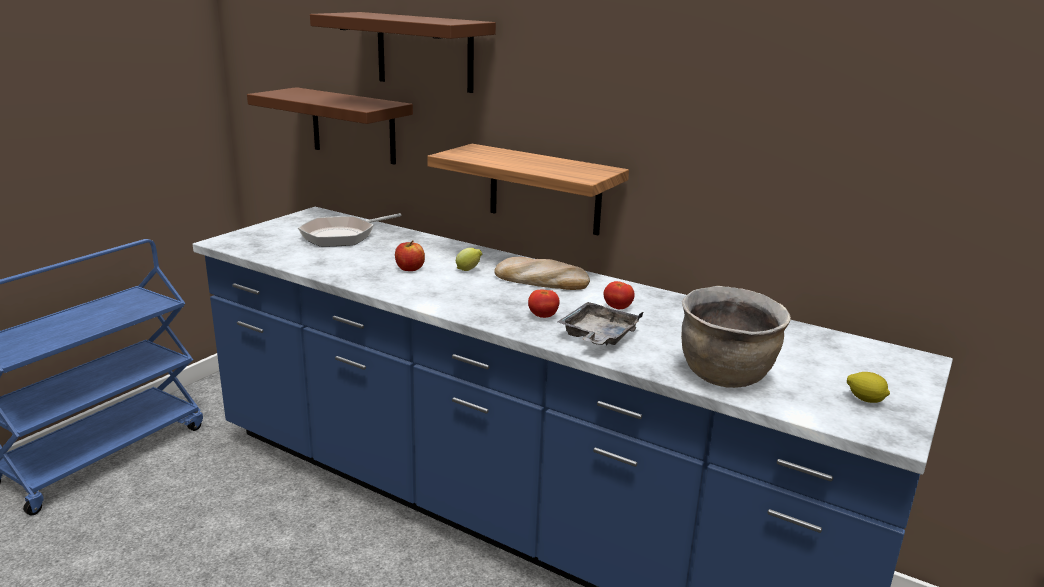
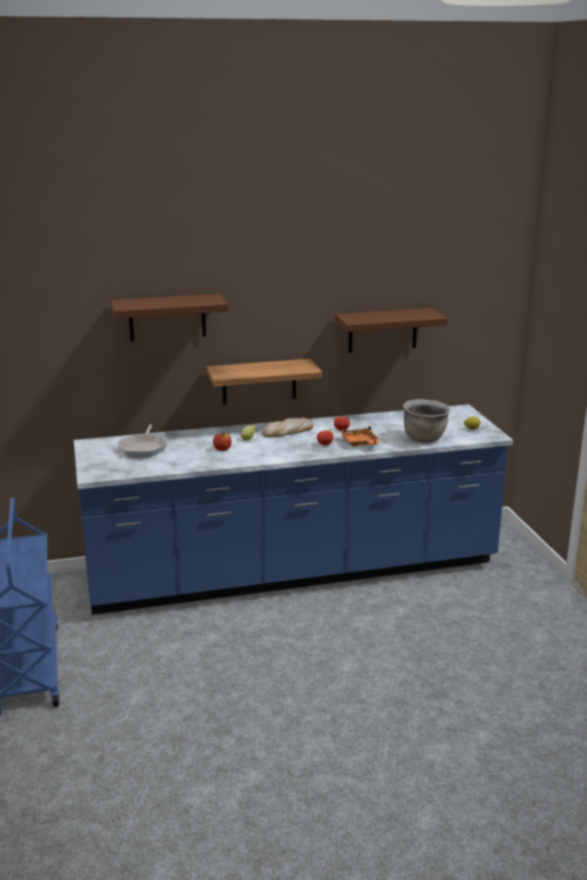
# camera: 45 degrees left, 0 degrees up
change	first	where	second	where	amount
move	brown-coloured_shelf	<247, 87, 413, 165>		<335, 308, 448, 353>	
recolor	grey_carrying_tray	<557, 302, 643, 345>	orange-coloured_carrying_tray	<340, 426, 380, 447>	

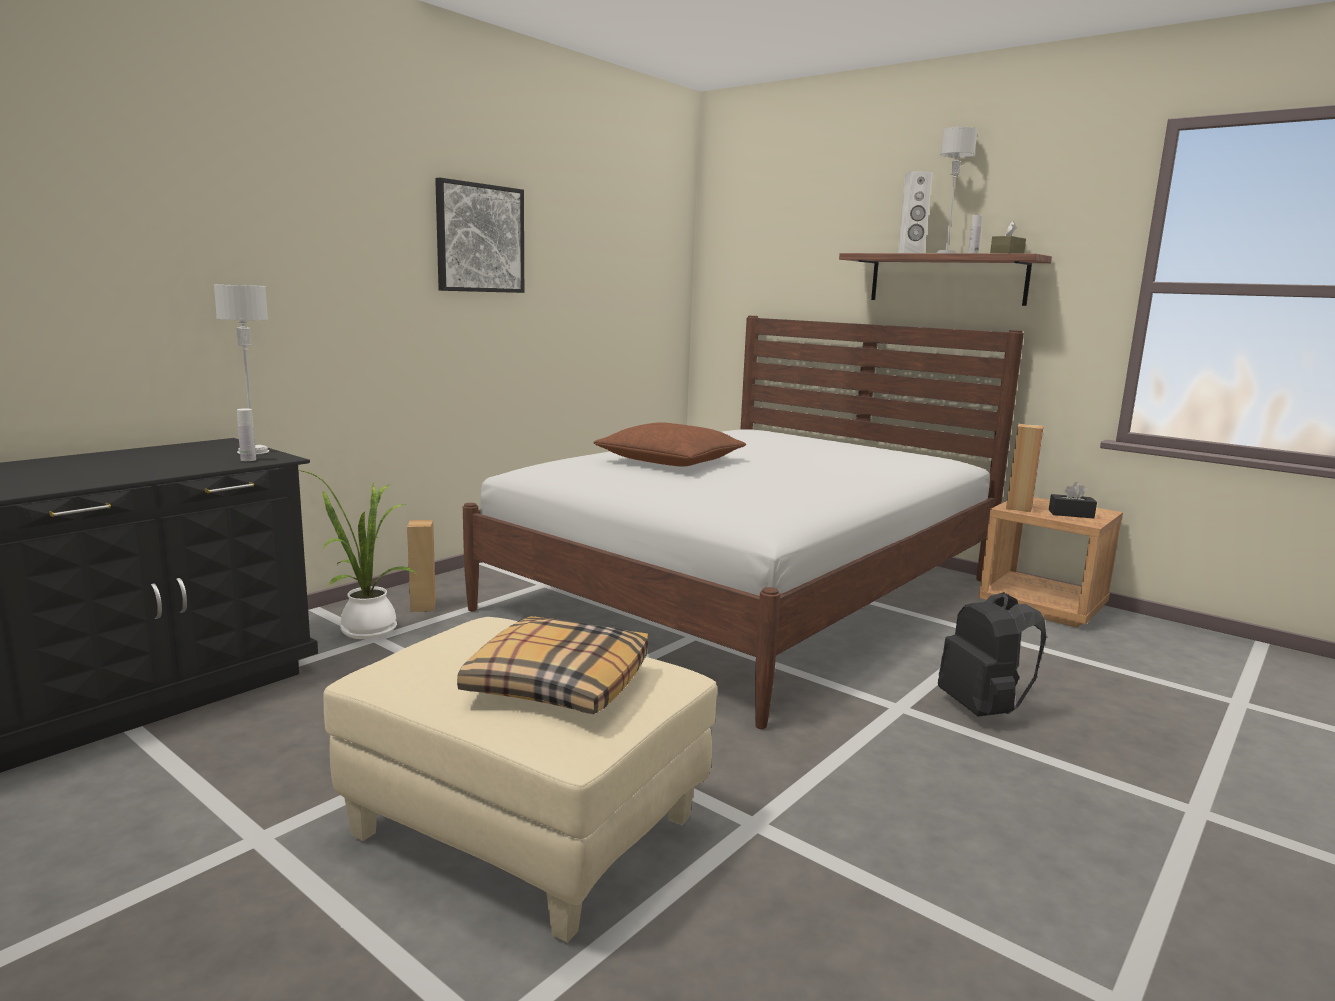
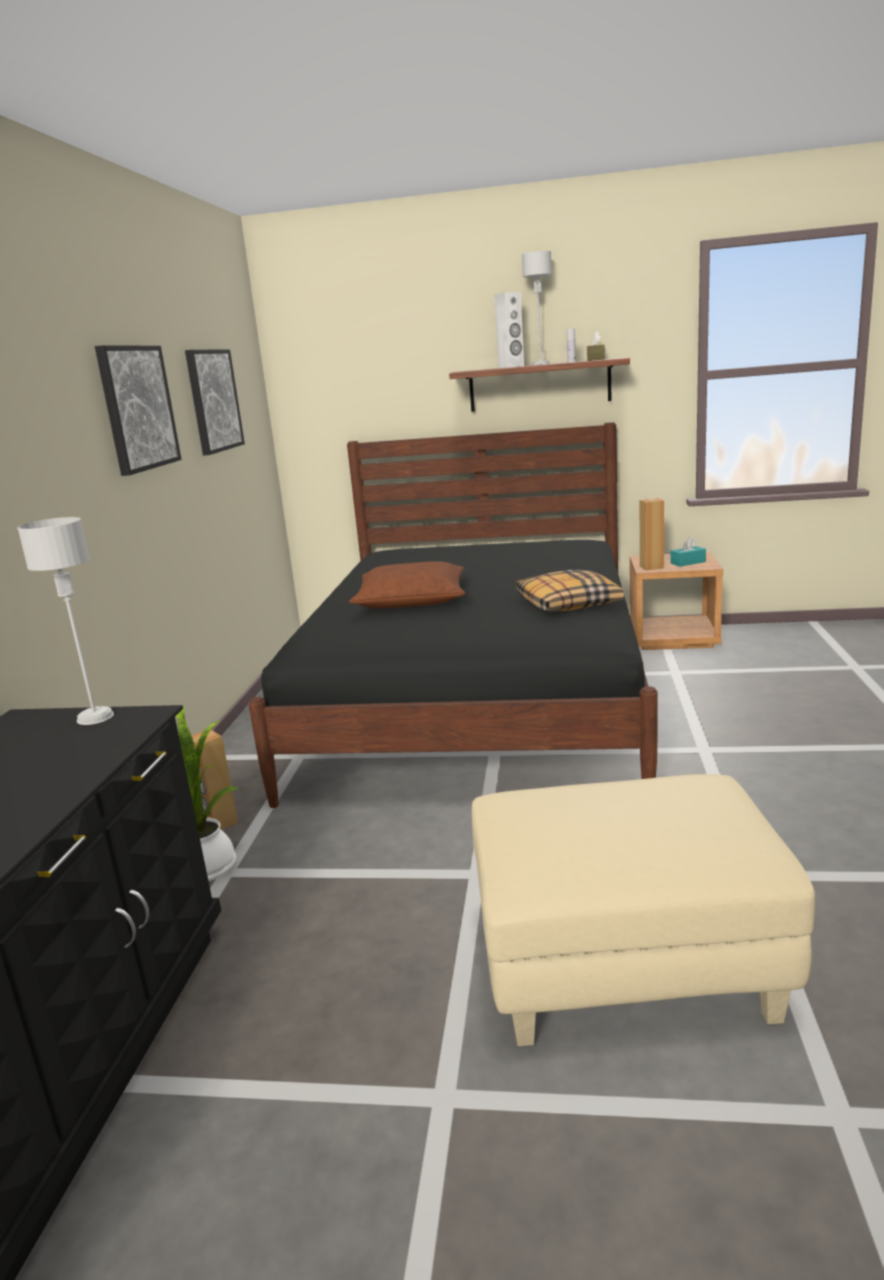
# camera: 30 degrees left, 5 degrees up
change	first	where	second	where	amount
delete	white-coloured_drink_bottle	<237, 409, 256, 461>			
move	pillow	<457, 616, 648, 714>		<516, 570, 624, 611>	
recolor	white-coloured_bed	<463, 316, 1024, 729>	black_bed	<248, 422, 658, 808>	
delete	black_backpack	<938, 592, 1046, 717>			
recolor	black_tissue_holder	<1049, 482, 1097, 518>	turquoise-coloured_tissue_holder	<670, 537, 706, 567>	
insert			wall_picture	<185, 350, 245, 455>	

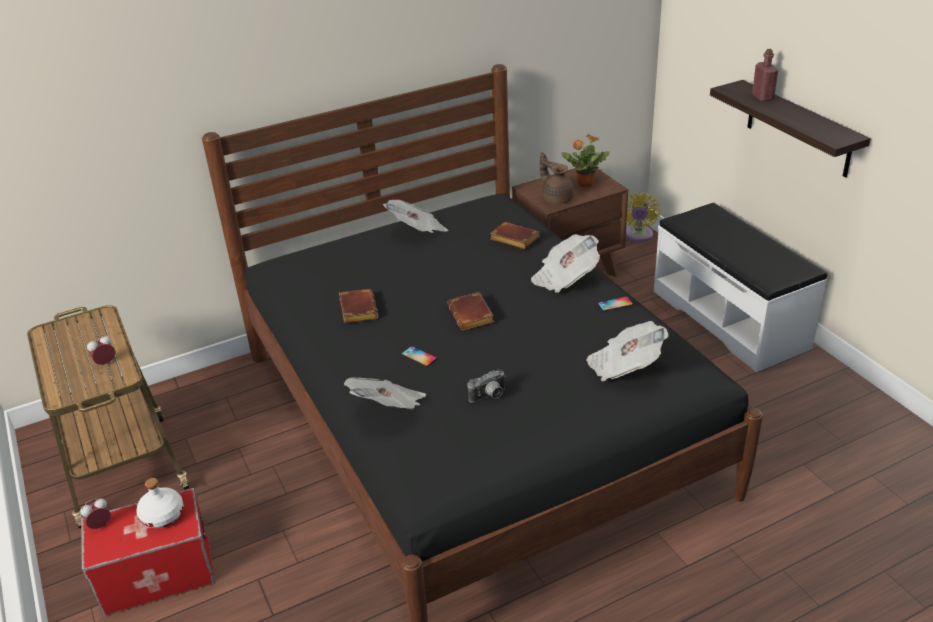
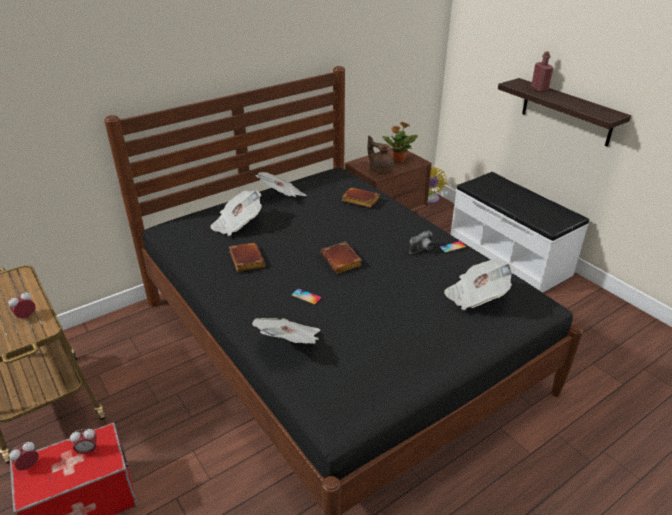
# camera: 10 degrees left, 0 degrees up
change	first	where	second	where	amount
replace	white-coloured_drink_bottle	<136, 478, 183, 528>	table_clock	<70, 429, 97, 456>	
move	photo_camera	<467, 369, 506, 403>		<409, 230, 434, 254>	
move	daily_paper	<531, 234, 600, 293>		<211, 191, 262, 236>	

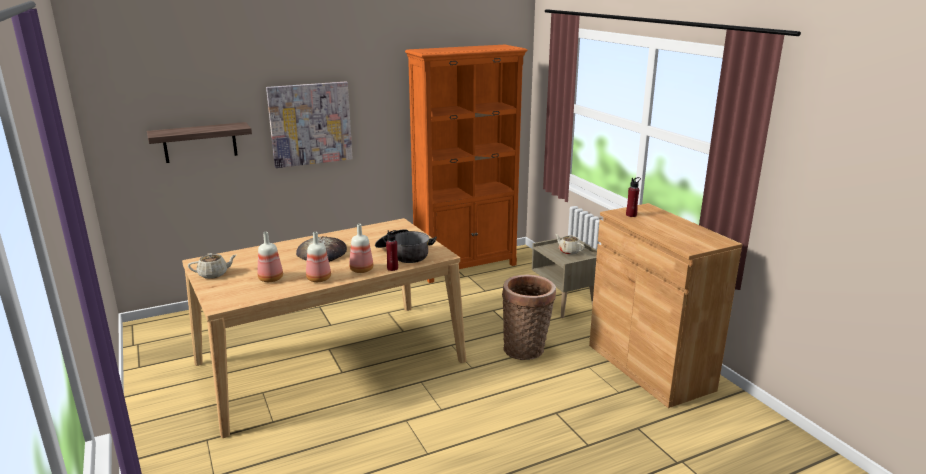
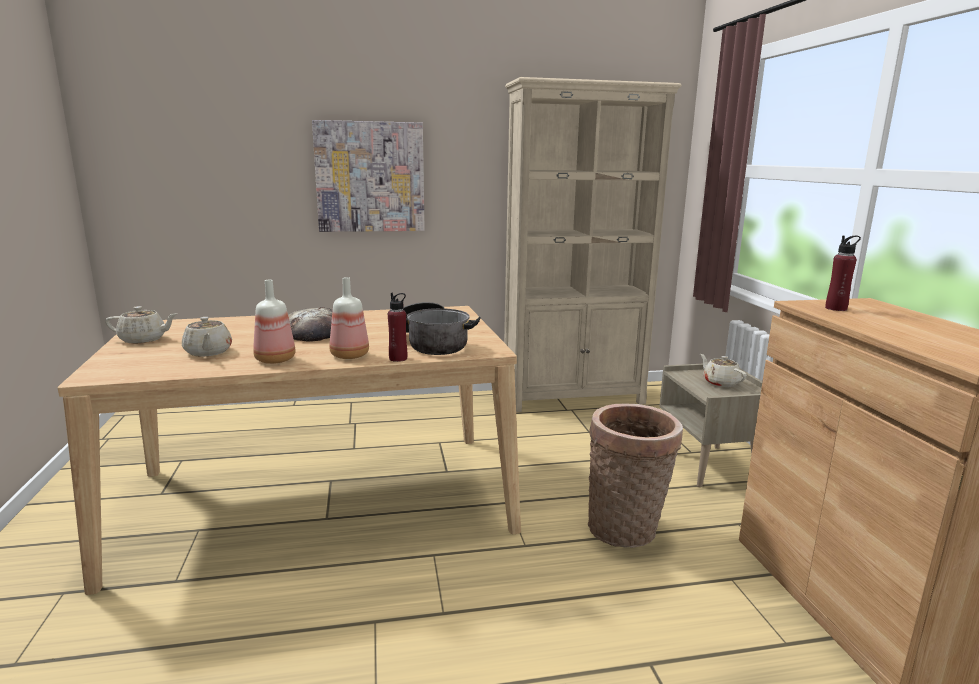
# camera: 15 degrees right, 5 degrees down
change	first	where	second	where	amount
delete	shelf	<147, 122, 252, 163>			
replace	drink_bottle	<257, 232, 283, 282>	sand-coloured_teapot	<182, 317, 232, 357>	
recolor	orange-coloured_bookcase	<405, 45, 527, 283>	sand-coloured_bookcase	<504, 77, 682, 412>	

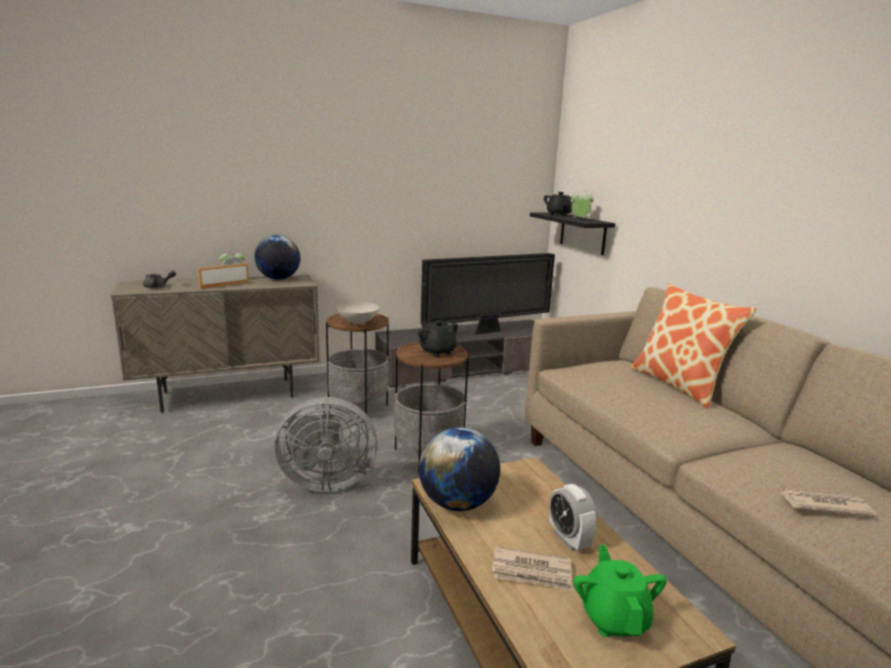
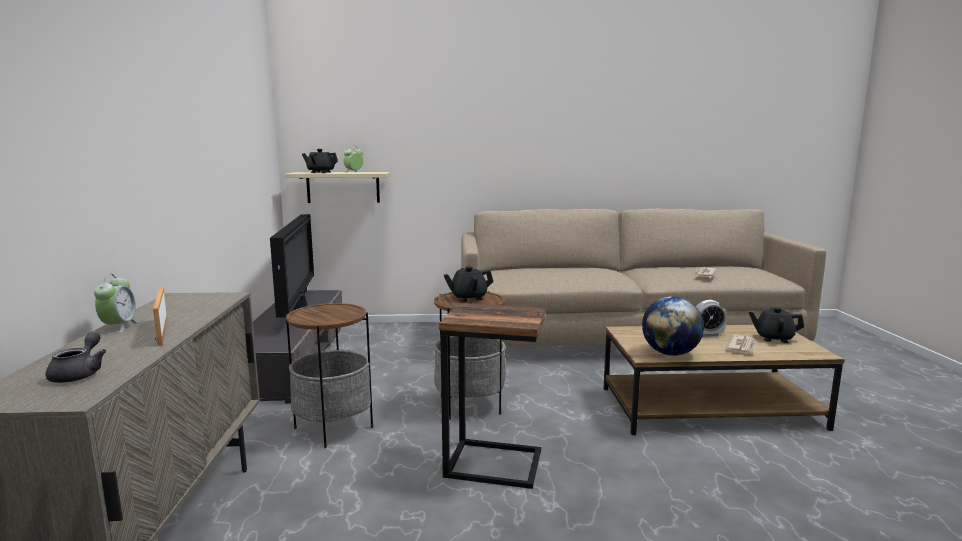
# camera: 70 degrees left, 5 degrees down
change	first	where	second	where	amount
delete	desk_globe	<254, 235, 300, 280>			
replace	grey_cooling_fan	<275, 397, 378, 492>	accent_table	<439, 303, 546, 489>	
delete	white-coloured_serving_bowl	<337, 302, 380, 325>			
recolor	black_shelf	<530, 213, 615, 255>	sand-coloured_shelf	<285, 172, 390, 203>	
recolor	green_teapot	<573, 545, 667, 637>	black_teapot	<749, 307, 804, 343>	
delete	pillow	<630, 283, 757, 409>			

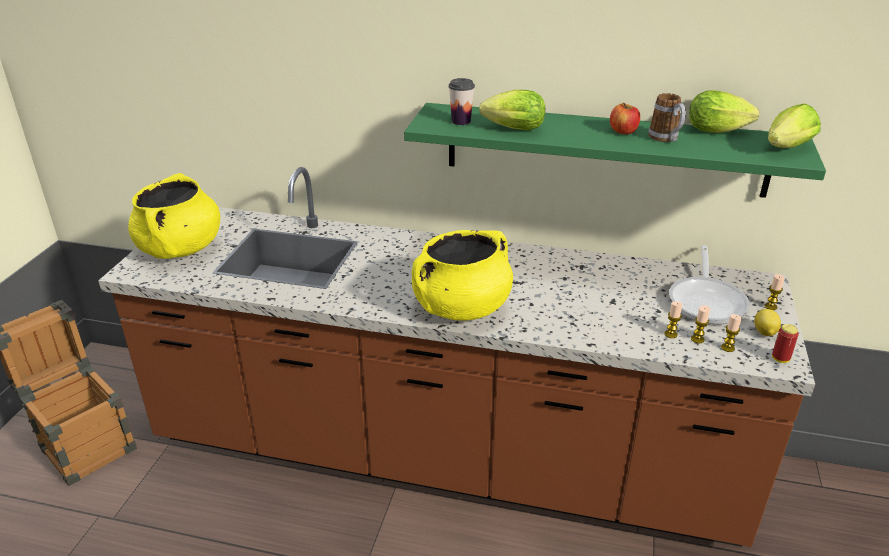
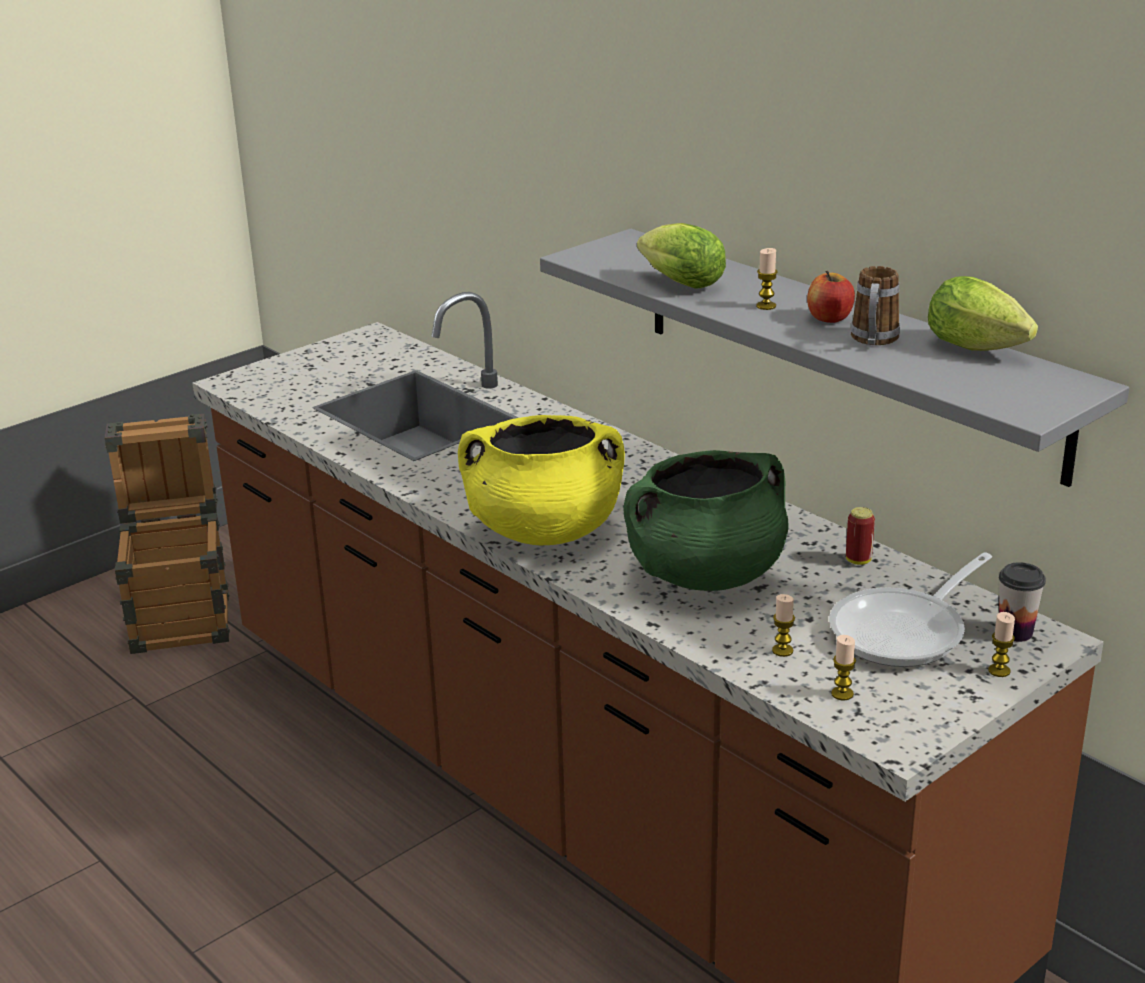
# camera: 35 degrees right, 5 degrees down
change	first	where	second	where	amount
delete	yellow-coloured_stockpot	<128, 173, 220, 259>			
recolor	green_shelf	<404, 103, 826, 198>	grey_shelf	<540, 229, 1129, 487>	
move	small_cup	<449, 78, 475, 125>		<999, 562, 1046, 642>	
move	wax_light	<691, 305, 710, 343>		<756, 248, 778, 310>	
delete	citrus_fruit	<754, 309, 781, 336>			
delete	lettuce_head	<768, 103, 821, 148>			
move	metal_can	<772, 324, 799, 363>		<846, 507, 875, 565>	
insert			green_stockpot	<623, 450, 788, 591>	

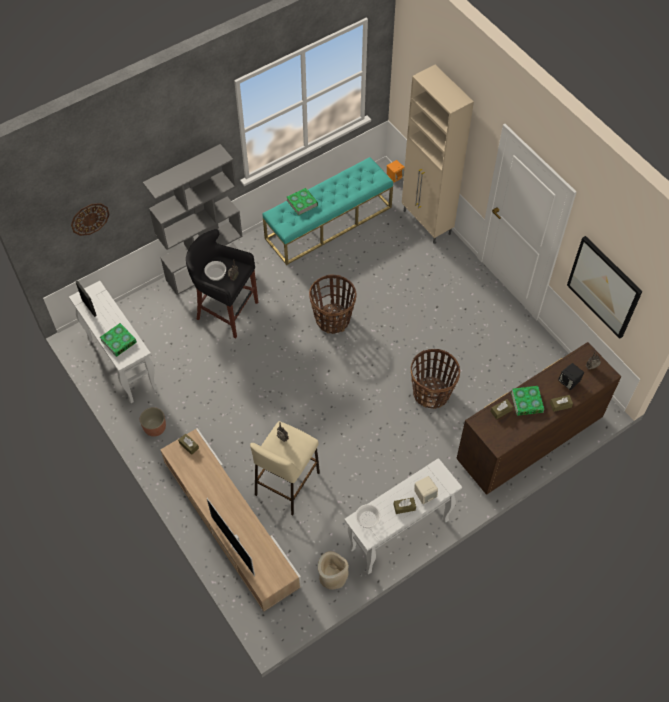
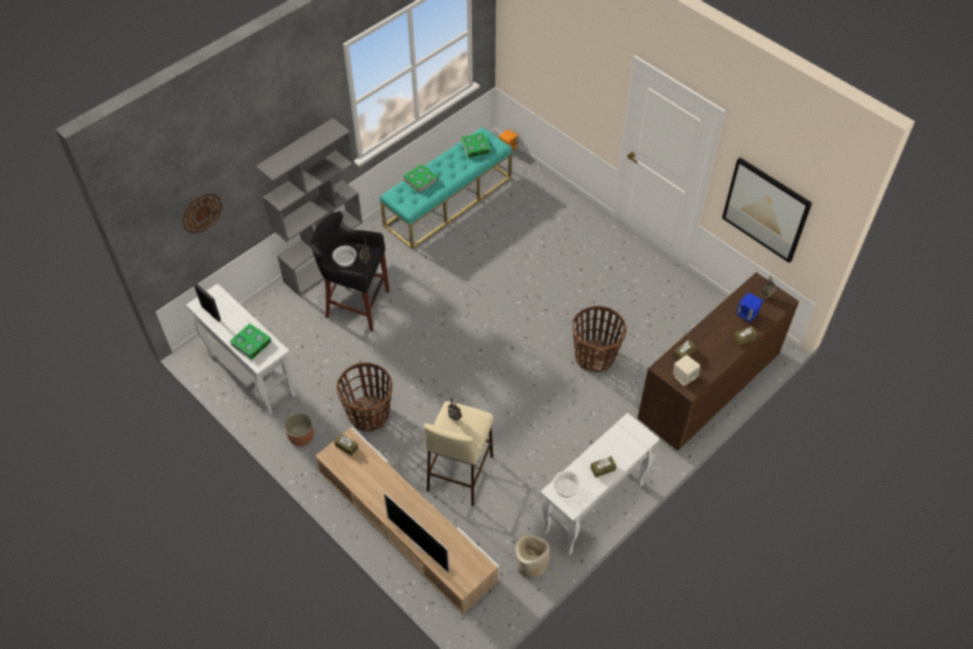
# camera: 10 degrees left, 5 degrees down
change	first	where	second	where	amount
move	basket	<309, 275, 356, 334>		<336, 362, 392, 432>	
delete	sand-coloured_cupboard	<402, 65, 474, 244>			
move	sand-coloured_speaker	<414, 476, 438, 504>		<673, 355, 700, 386>	
move	bound_book	<511, 386, 544, 416>		<461, 132, 491, 158>	
recolor	black_speaker	<558, 363, 584, 390>	blue-coloured_speaker	<736, 292, 763, 322>	

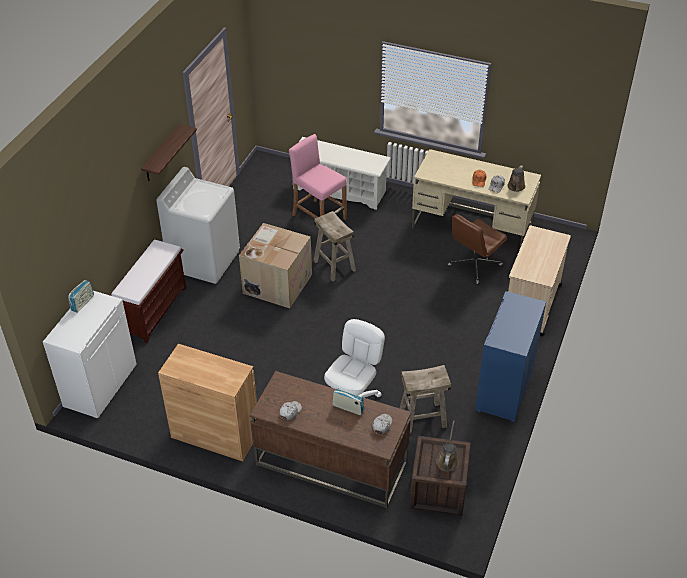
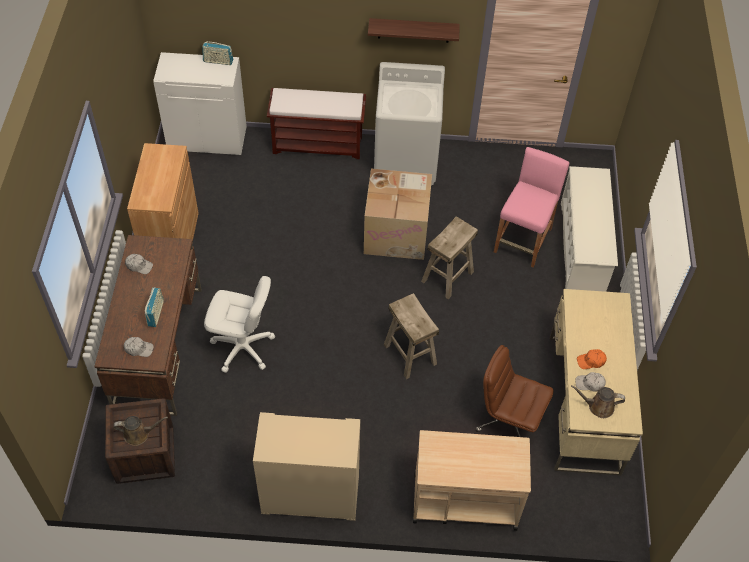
# camera: 70 degrees right, 10 degrees up
change	first	where	second	where	amount
move	sand-coloured_stool_seat	<400, 365, 451, 434>		<384, 293, 439, 379>	
recolor	blue-coloured_cupboard	<475, 291, 546, 423>	sand-coloured_cupboard	<253, 412, 360, 521>	

